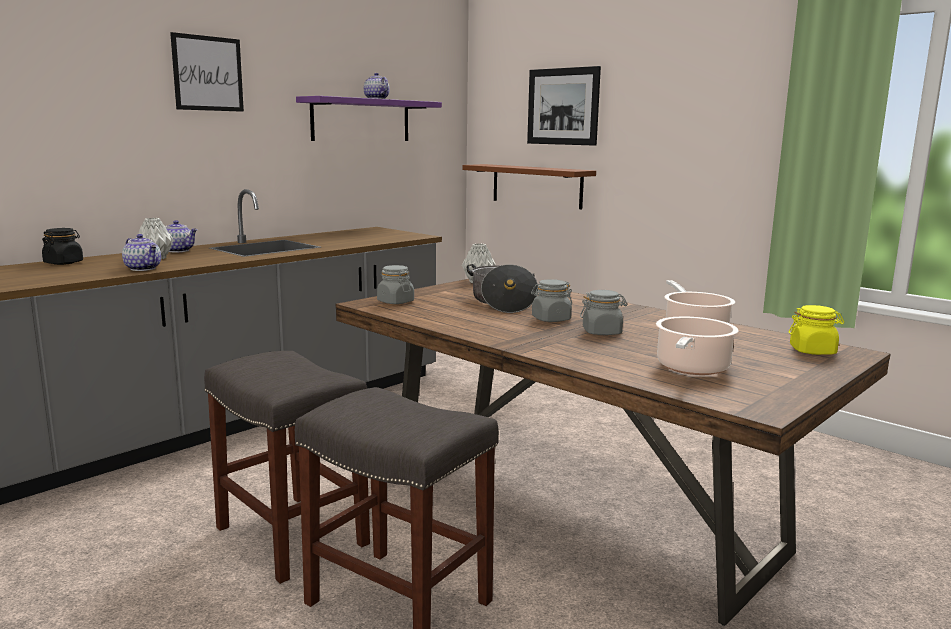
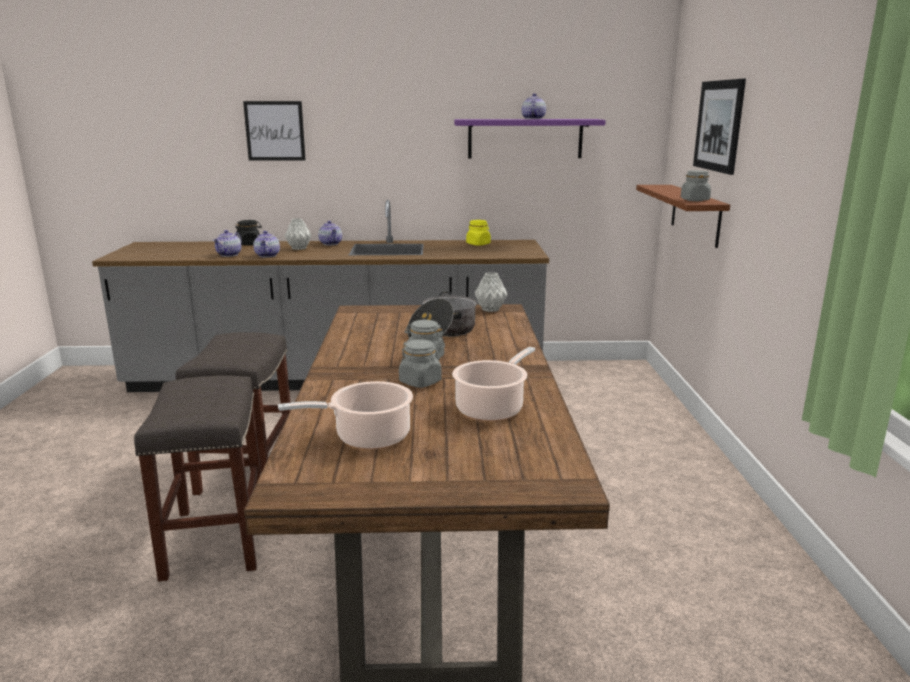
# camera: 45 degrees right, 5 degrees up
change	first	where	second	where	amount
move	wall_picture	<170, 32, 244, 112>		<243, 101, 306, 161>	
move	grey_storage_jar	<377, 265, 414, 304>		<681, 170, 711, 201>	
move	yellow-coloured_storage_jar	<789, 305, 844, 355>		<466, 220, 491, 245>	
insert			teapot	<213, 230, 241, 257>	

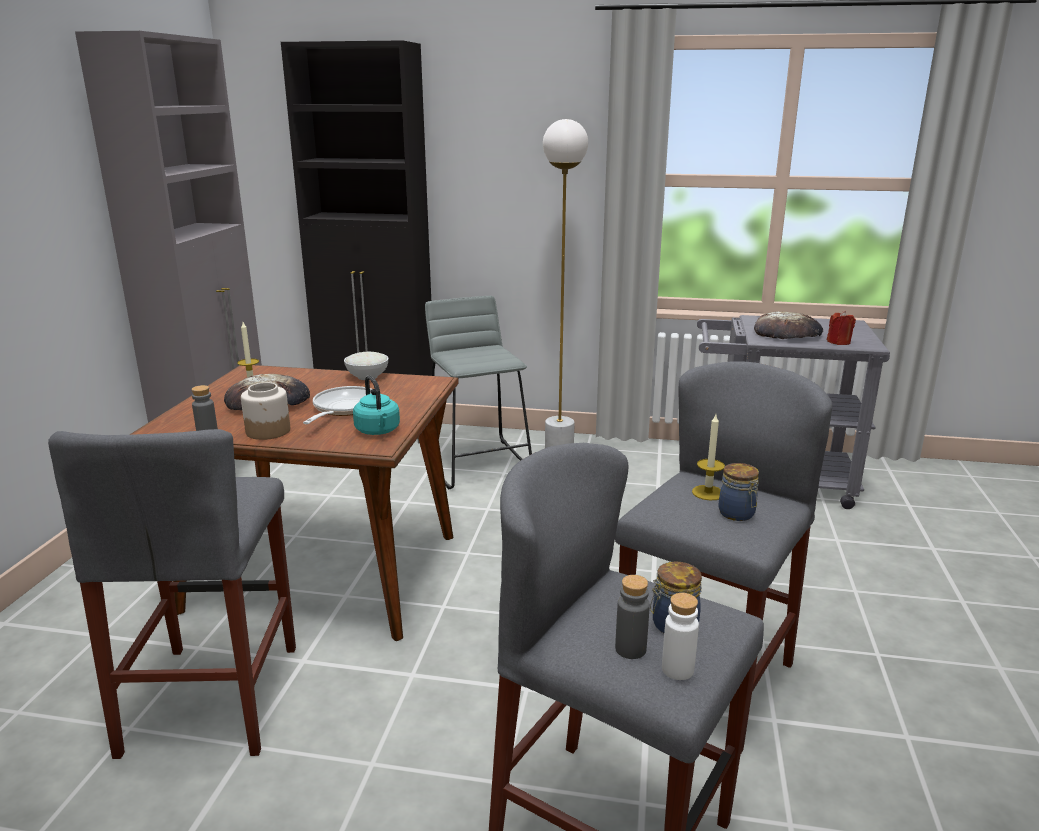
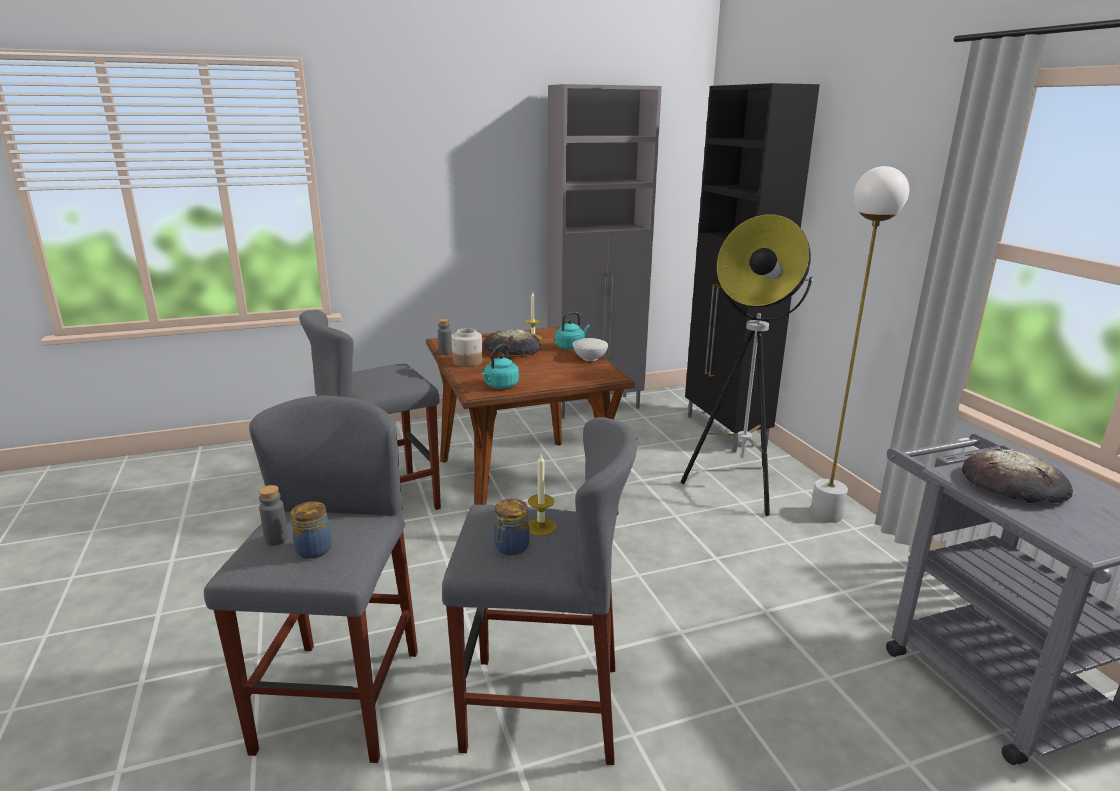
# camera: 60 degrees right, 0 degrees up
change	first	where	second	where	amount
delete	skillet	<303, 386, 372, 424>			
replace	grey_stool_seat	<425, 296, 532, 489>	standard_lamp	<681, 214, 813, 516>	
delete	white-coloured_drink_bottle	<662, 593, 699, 680>			
delete	red-coloured_wax_light	<827, 311, 856, 345>			
insert			turquoise-coloured_tea_kettle	<555, 312, 590, 350>	

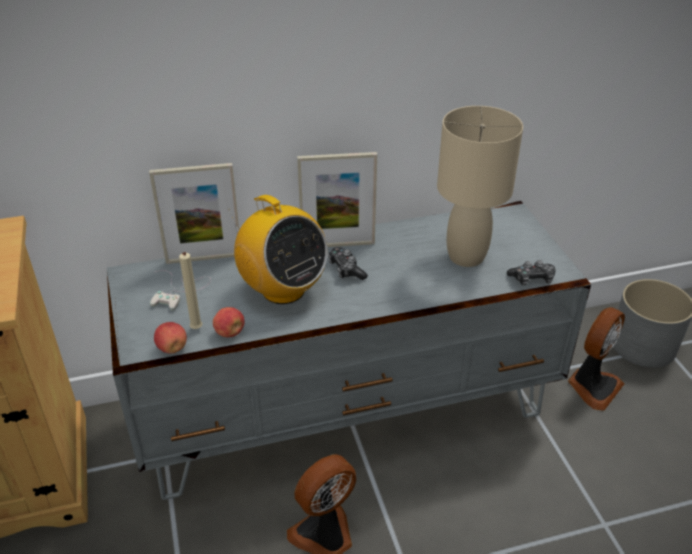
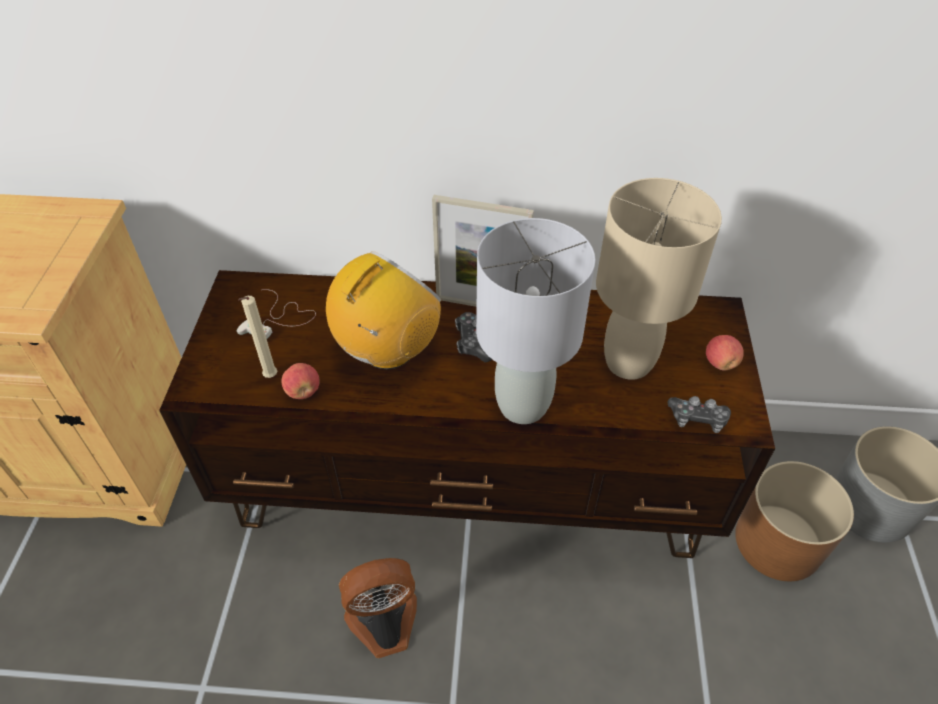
# camera: 20 degrees right, 10 degrees up
change	first	where	second	where	amount
recolor	grey_tv_stand	<107, 201, 591, 500>	brown-coloured_tv_stand	<159, 270, 775, 558>	
delete	picture_frame	<149, 163, 239, 264>			
move	apple_fruit	<154, 322, 187, 354>		<706, 335, 744, 371>	
rotate	radio	<228, 195, 328, 304>		<326, 251, 441, 369>	120 degrees counterclockwise
replace	cooling_fan	<568, 307, 625, 411>	brown-coloured_flower_pot	<735, 461, 854, 581>	
insert			grey_lamp_for_a_table	<476, 218, 595, 424>	

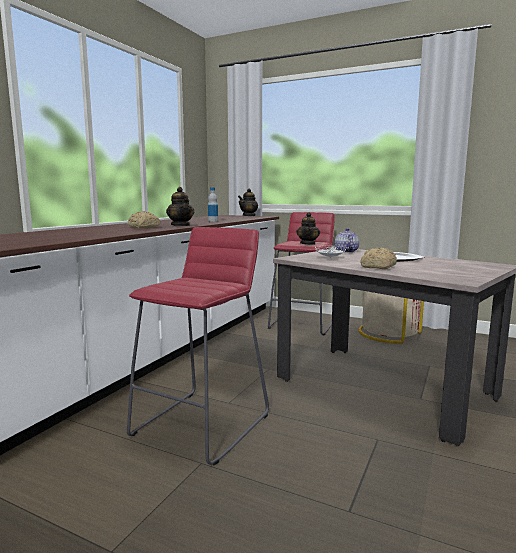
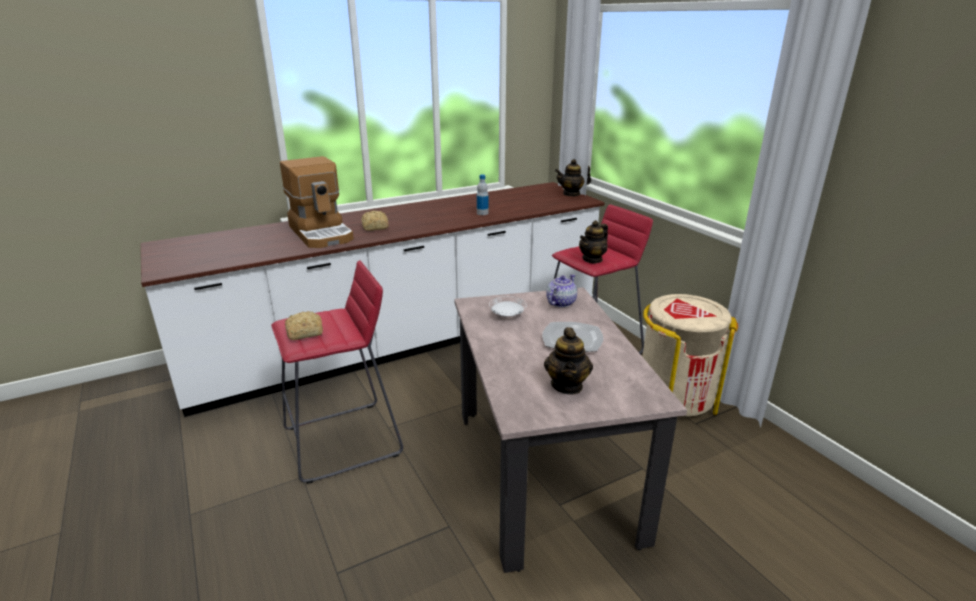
# camera: 35 degrees right, 15 degrees up
change	first	where	second	where	amount
move	teapot	<166, 187, 194, 226>		<544, 327, 593, 395>	
move	baked_bread	<360, 248, 397, 269>		<285, 311, 323, 340>	
insert			coffee_maker	<280, 156, 354, 248>	

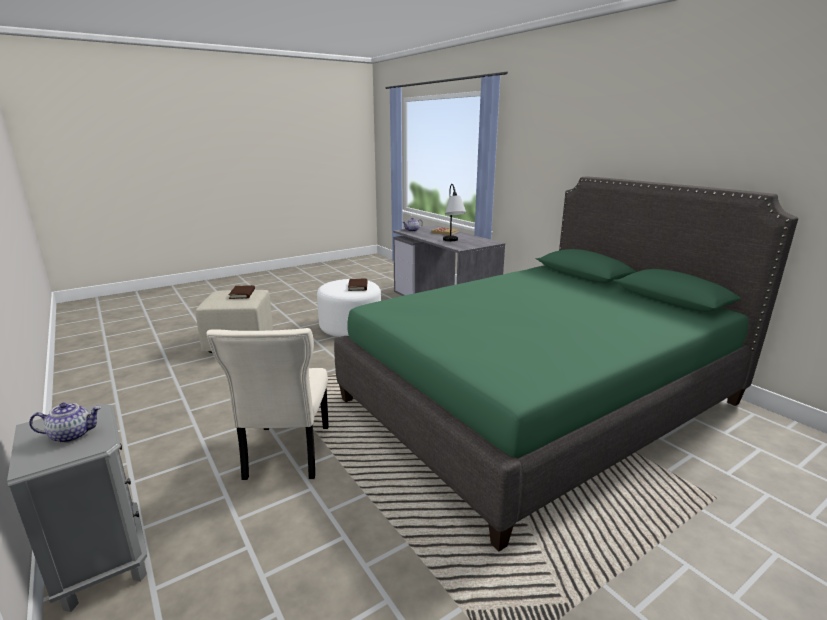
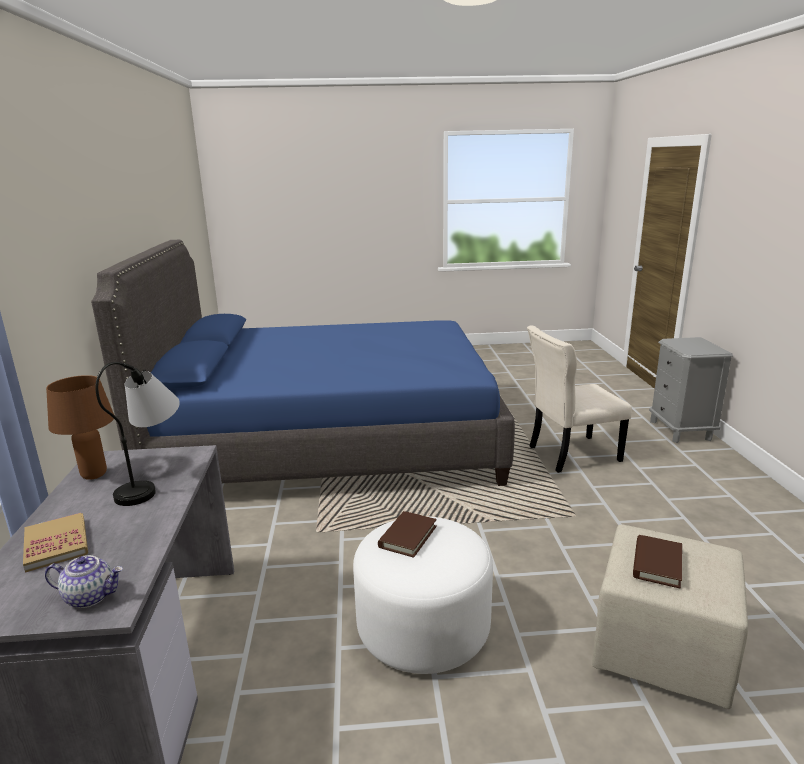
# camera: 150 degrees left, 0 degrees up
change	first	where	second	where	amount
delete	teapot	<29, 402, 101, 443>			
rotate	sand-coloured_upright_chair	<206, 328, 329, 480>		<527, 325, 632, 473>	135 degrees counterclockwise
recolor	green_bed	<334, 176, 798, 551>	blue-coloured_bed	<91, 240, 515, 486>	
insert			brown-coloured_lamp_for_a_table	<46, 375, 114, 480>	

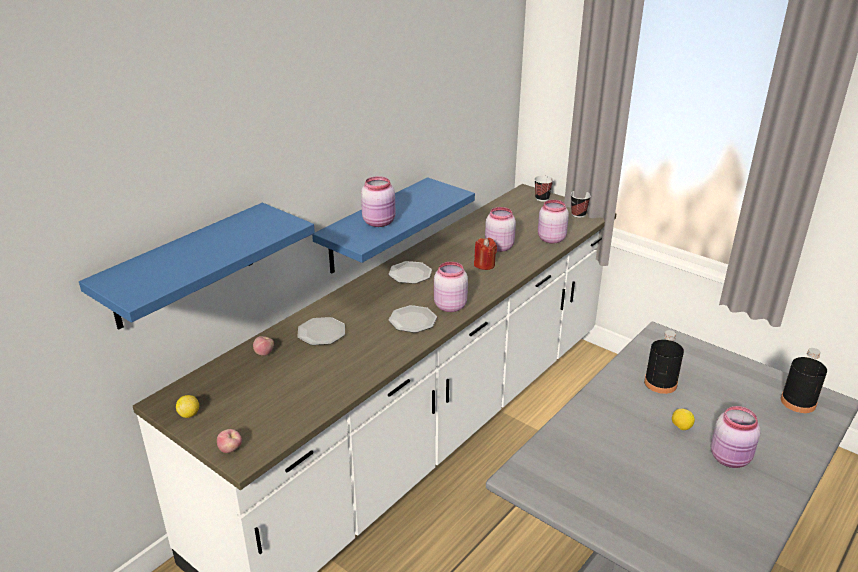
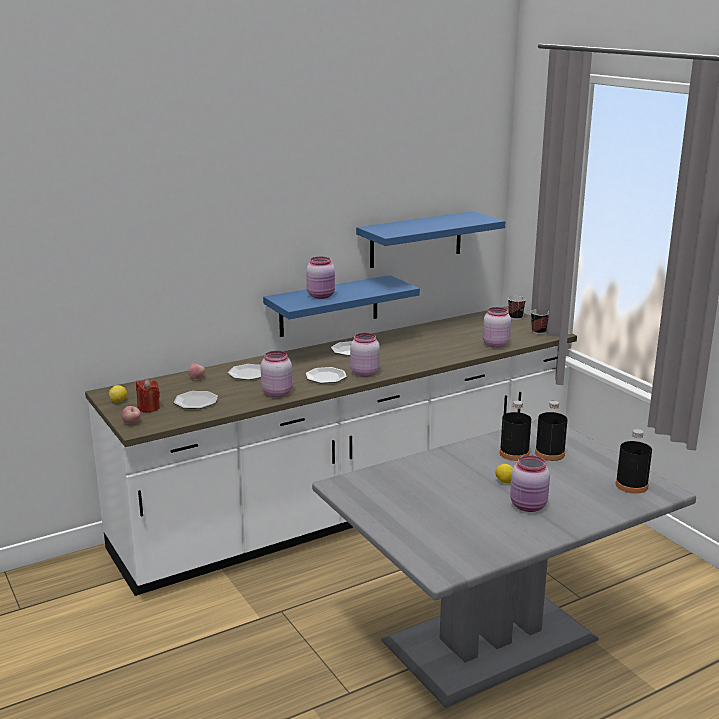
# camera: 20 degrees right, 10 degrees down
change	first	where	second	where	amount
move	blue-coloured_shelf	<79, 203, 315, 330>		<356, 211, 506, 268>	
move	red-coloured_wax_light	<474, 238, 497, 270>		<136, 379, 160, 412>	
move	pink-coloured_storage_jar	<485, 207, 516, 252>		<261, 351, 293, 397>	
insert			flat_dish	<173, 391, 218, 409>	
insert			black_drink_bottle	<535, 401, 568, 461>	

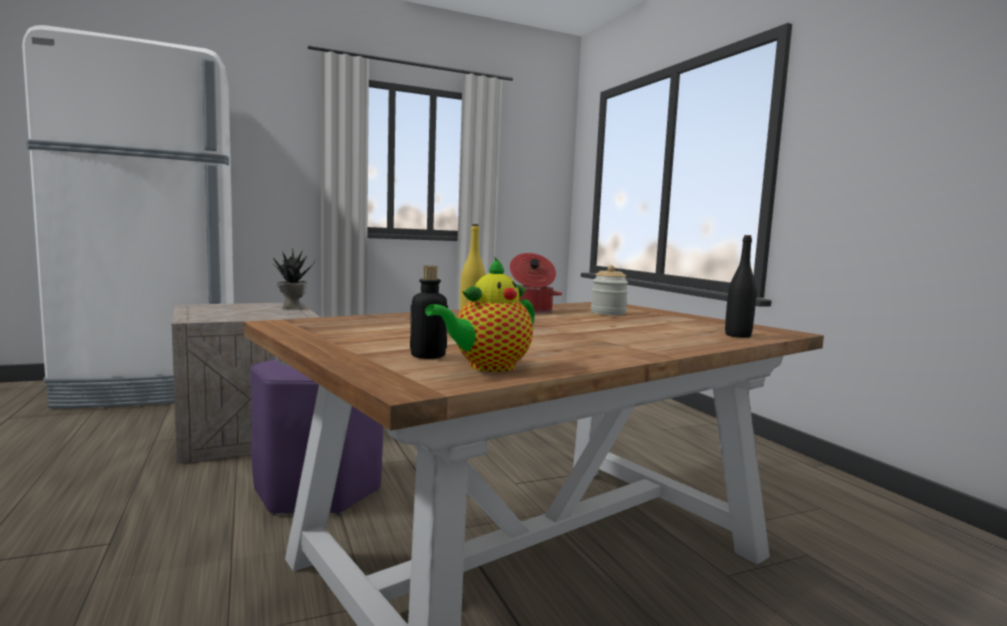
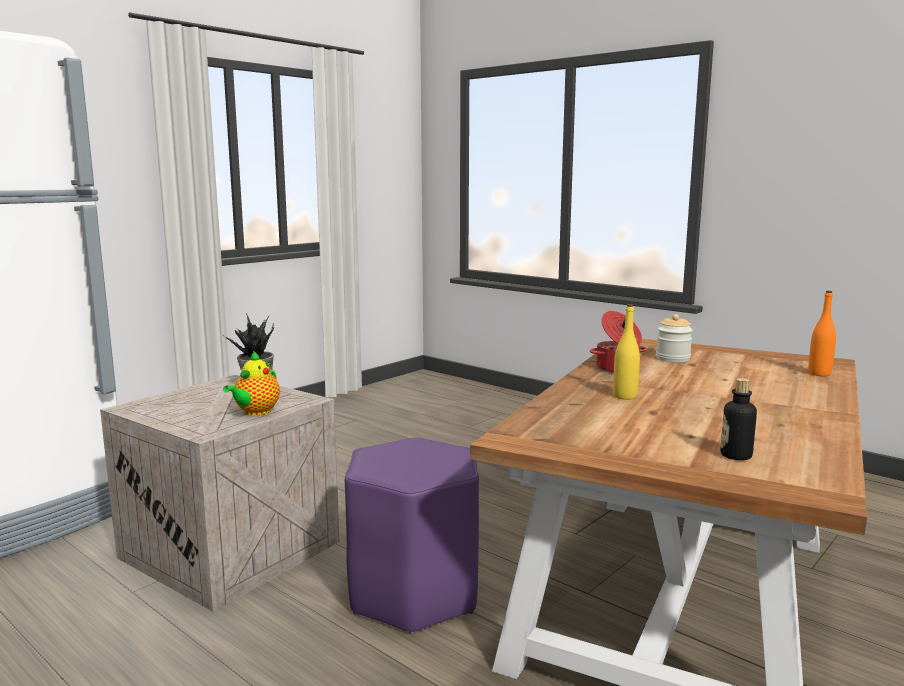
# camera: 25 degrees left, 5 degrees up
change	first	where	second	where	amount
move	teapot	<425, 257, 535, 372>		<223, 351, 280, 416>	
recolor	black_drink_bottle	<725, 235, 757, 338>	orange-coloured_drink_bottle	<808, 291, 836, 376>	

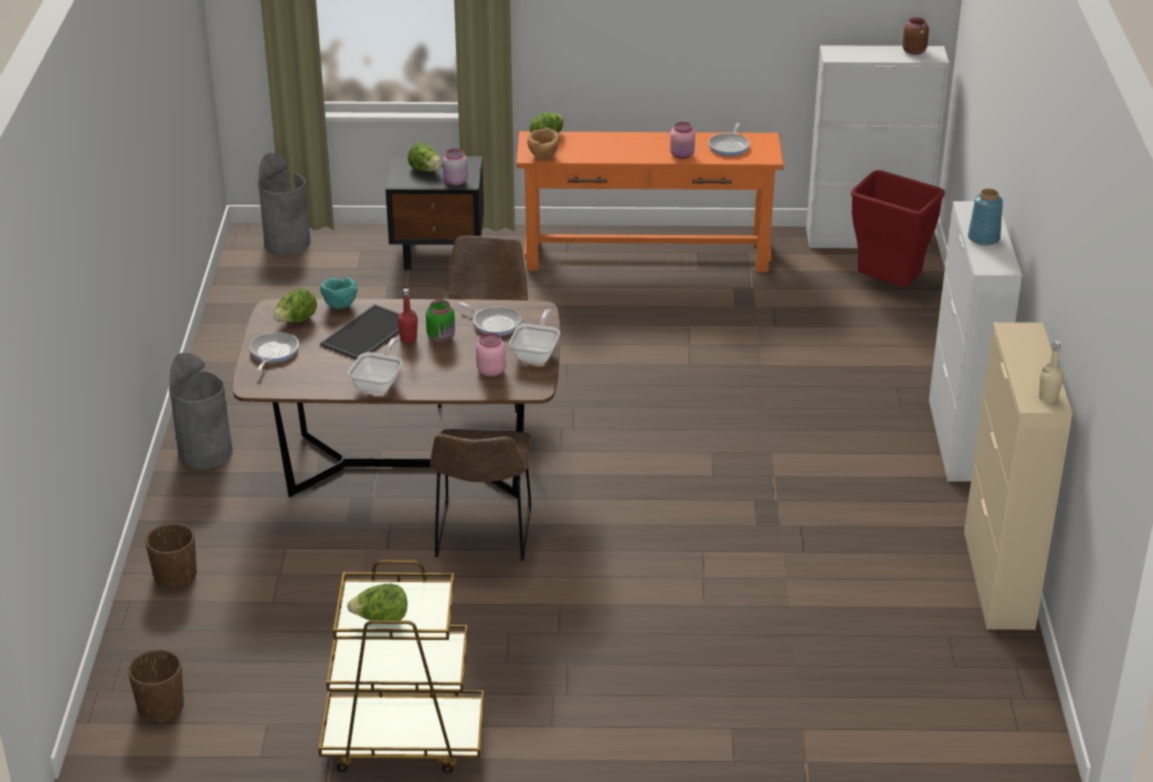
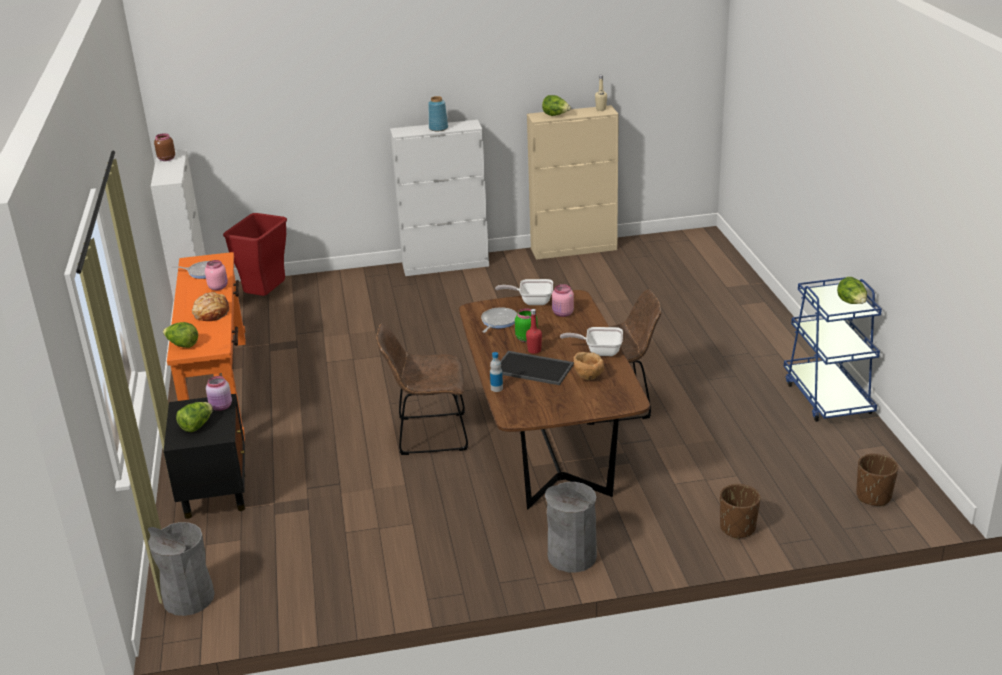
# camera: 100 degrees left, 5 degrees down
change	first	where	second	where	amount
delete	skillet	<250, 332, 299, 371>			
move	lettuce_head	<273, 288, 317, 322>		<542, 95, 571, 116>	
recolor	brown-coloured_wheeled_cart	<318, 560, 484, 773>	blue-coloured_wheeled_cart	<784, 277, 882, 422>	
replace	turquoise-coloured_serving_bowl	<320, 277, 358, 309>	drink_bottle	<490, 352, 503, 392>	
move	brown-coloured_serving_bowl	<527, 128, 559, 158>		<574, 352, 604, 380>	
insert			baked_bread	<192, 292, 229, 321>	

